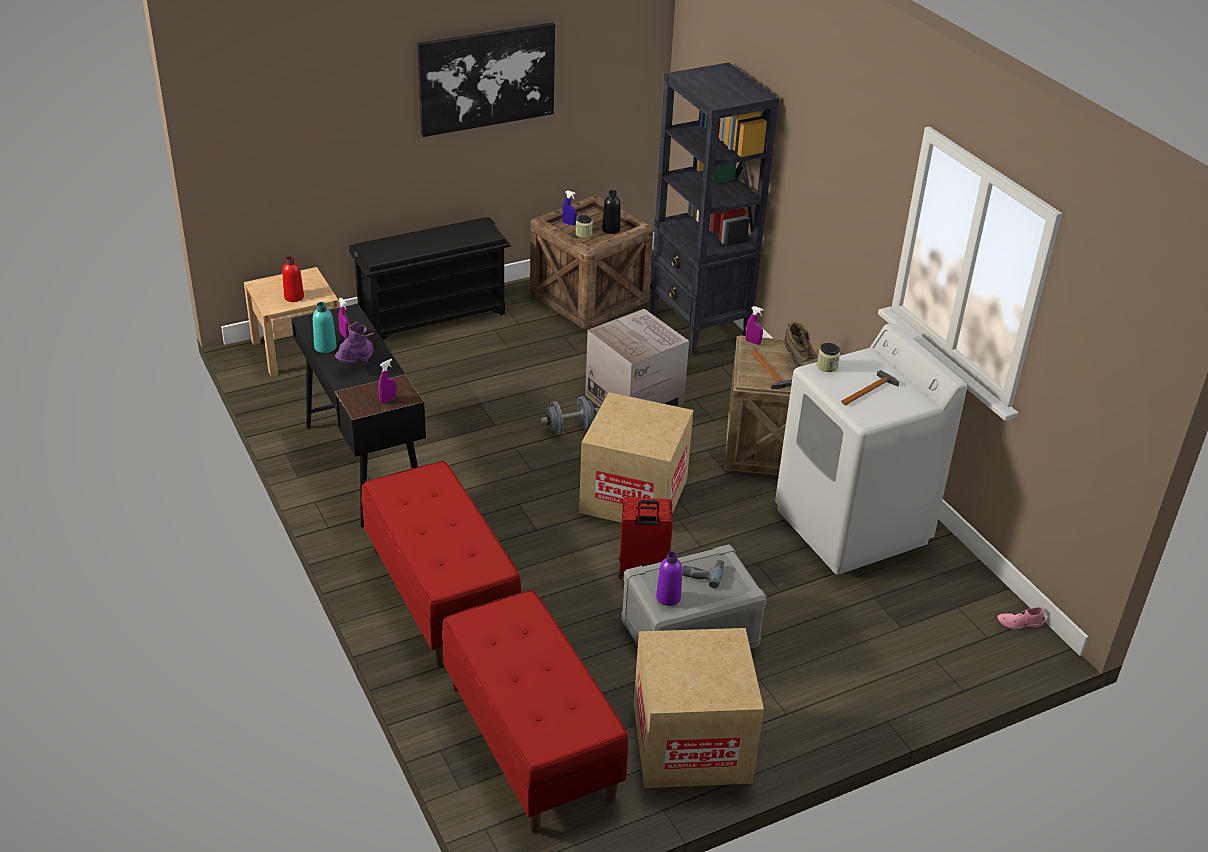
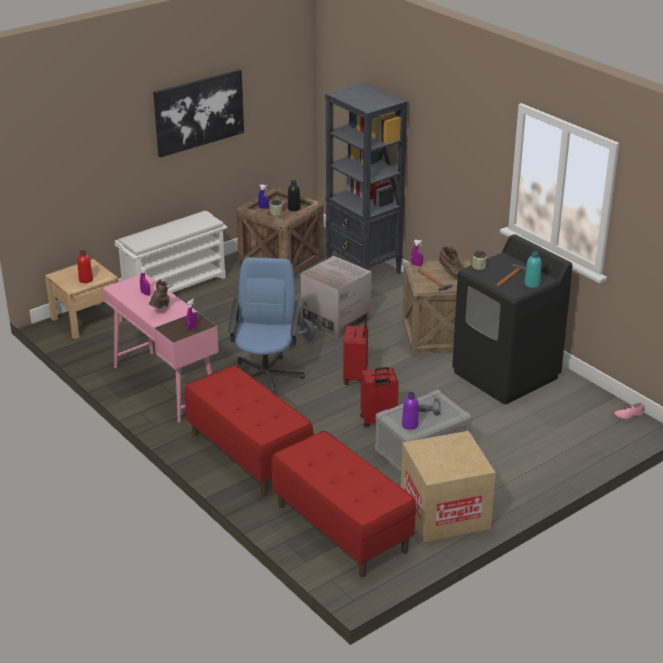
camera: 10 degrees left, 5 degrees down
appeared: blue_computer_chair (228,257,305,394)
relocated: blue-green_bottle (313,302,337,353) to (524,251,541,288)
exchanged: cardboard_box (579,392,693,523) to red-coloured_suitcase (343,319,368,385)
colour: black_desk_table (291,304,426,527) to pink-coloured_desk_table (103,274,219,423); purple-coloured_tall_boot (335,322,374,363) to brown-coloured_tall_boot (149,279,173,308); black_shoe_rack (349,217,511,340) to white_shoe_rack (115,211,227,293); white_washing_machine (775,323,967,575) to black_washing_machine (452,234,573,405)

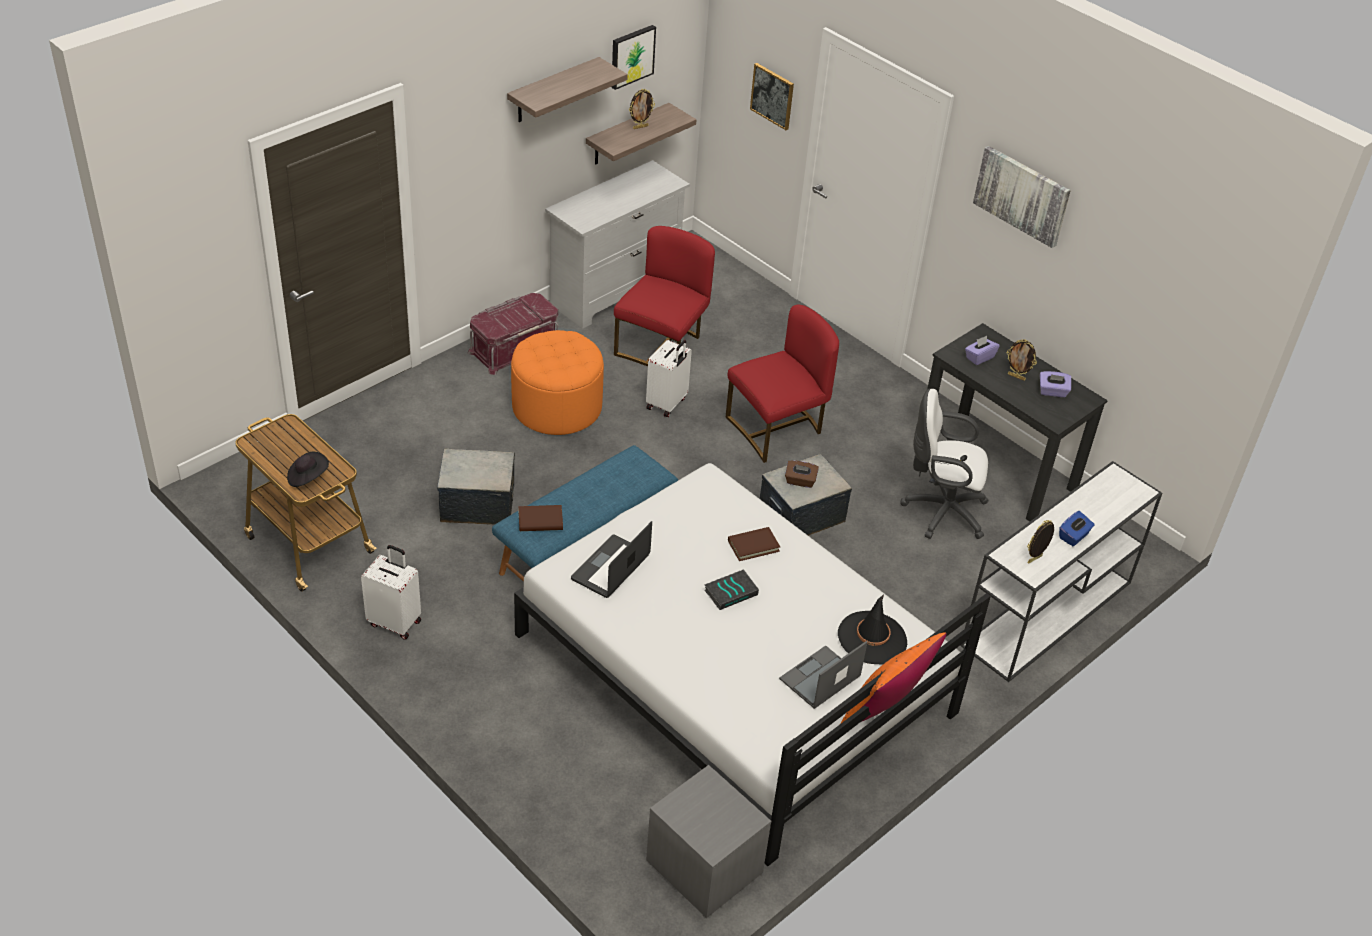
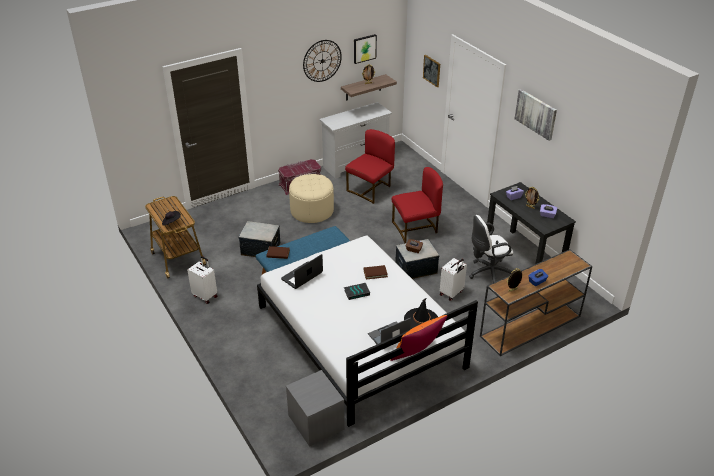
camera: 15 degrees right, 5 degrees down
relocated: white_suitcase (646,340,692,417) to (440,258,467,301)
exchanged: bracket_shelf (507,57,628,122) to hanging_clock (303,40,342,82)
colour: orange-coloured_footrest (511,330,604,435) to beige-coloured_footrest (289,174,334,223); white_console_table (960,461,1162,682) to brown-coloured_console_table (480,249,593,356)
spun: white_computer_chair (900,388,989,539) = (469,215,513,283) 45 degrees counterclockwise

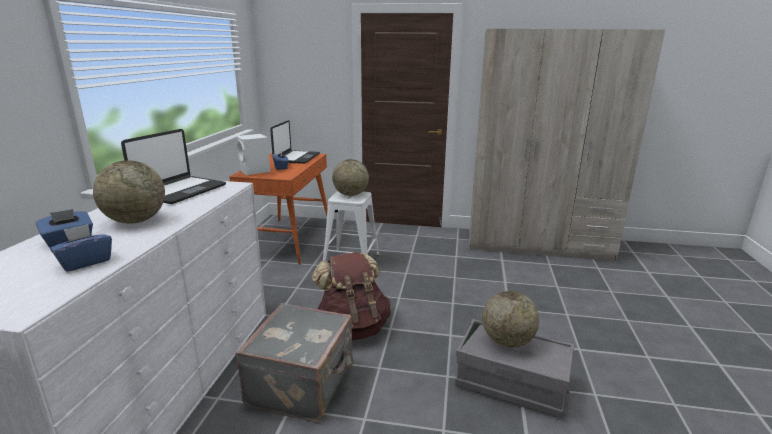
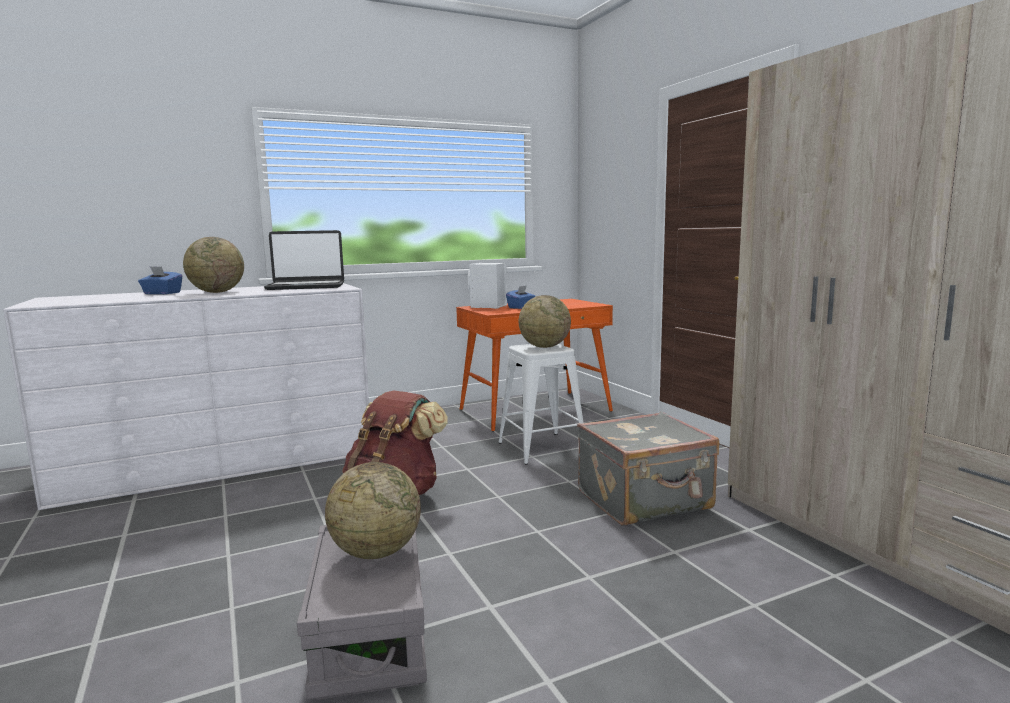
camera: 55 degrees right, 10 degrees down
missing: blue_tissue_box (50,224,112,272); portable_computer (270,120,320,164)
relocated: greyish_suitcase (235,303,354,422) to (577,412,719,525)

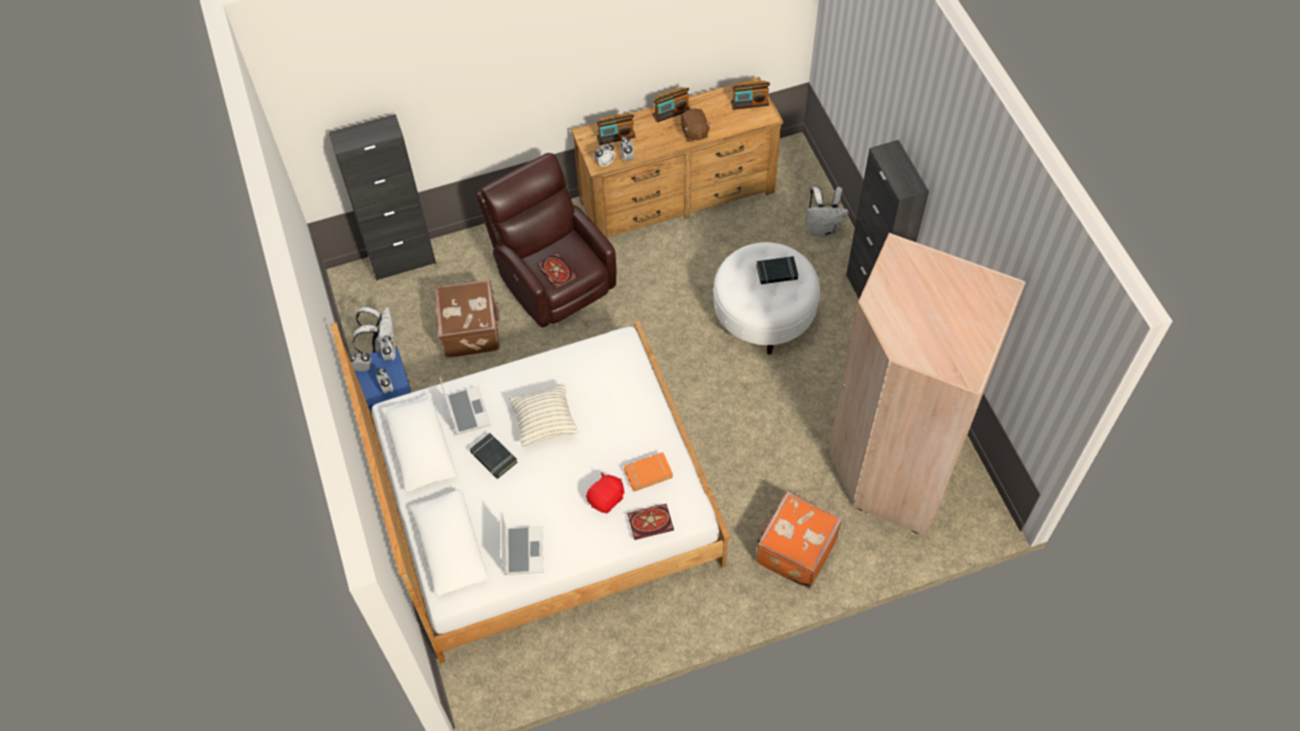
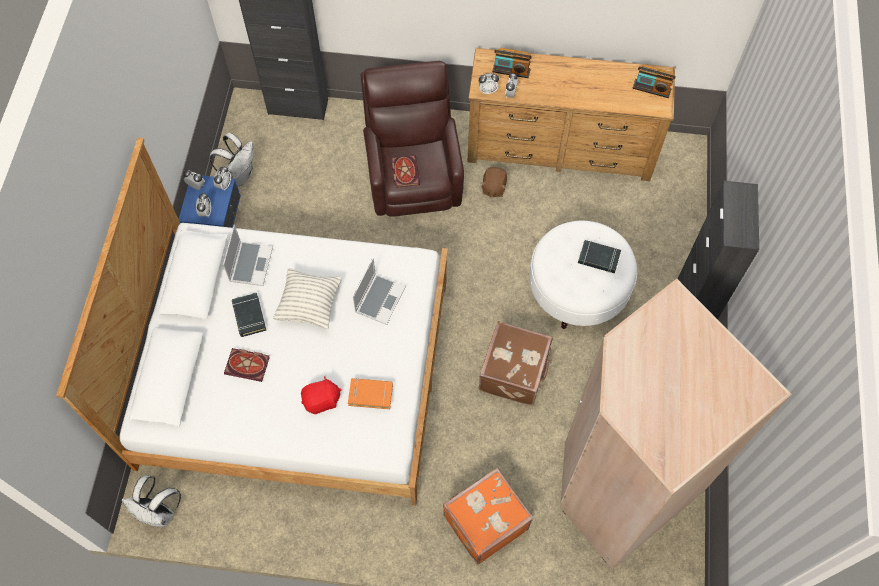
camera: 25 degrees right, 5 degrees up
missing: radio (652,87,690,122)
relocated: brown-coloured_suitcase (435,280,500,358) to (479,321,553,405); portable_computer (501,512,543,575) to (353,258,406,325); volume (628,504,674,540) to (224,348,270,382); brown-coloured_cuddly_toy (680,109,711,142) to (481,167,507,198); white_knapsack (806,187,849,236) to (122,475,181,528)

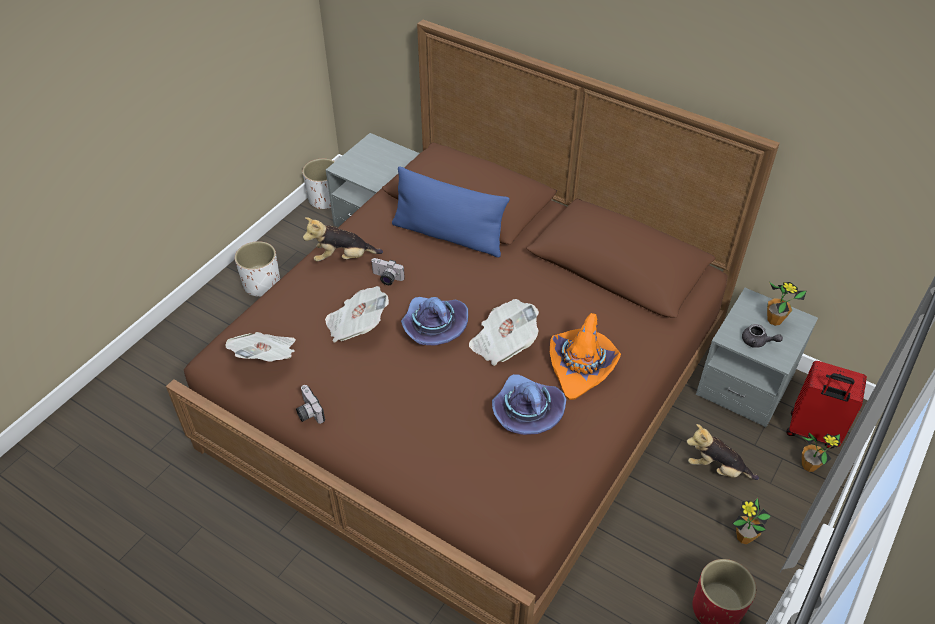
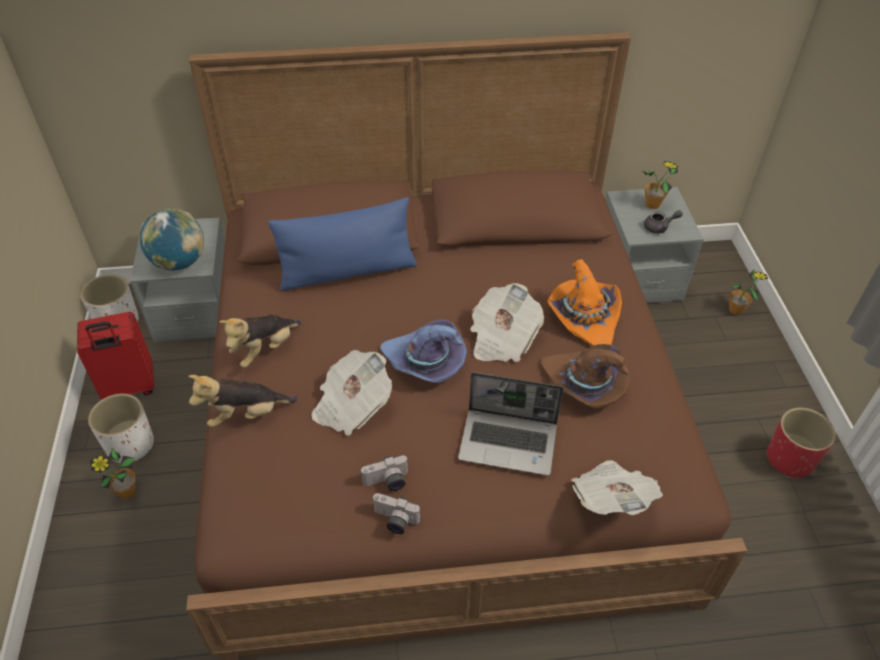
camera: 40 degrees left, 0 degrees up
appeared: globe (140,209,204,270); portable_computer (458,372,564,476)
relocated: newspaper (225,332,296,362) to (571,460,663,515); photo_camera (371,258,405,285) to (361,455,408,491); cuddly_toy (686,424,759,480) to (188,375,298,427); plant_in_a_pot (733,498,771,544) to (90,449,136,499); red-coloured_suitcase (786,361,867,448) to (77,312,154,400)
colour: purple-coloured_hat (492,374,567,435) to brown-coloured_hat (541,344,630,409)

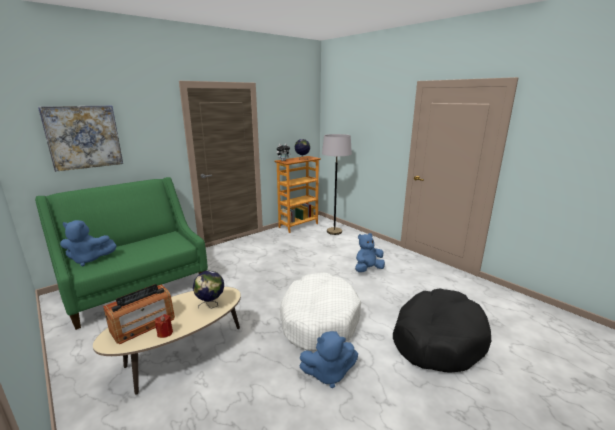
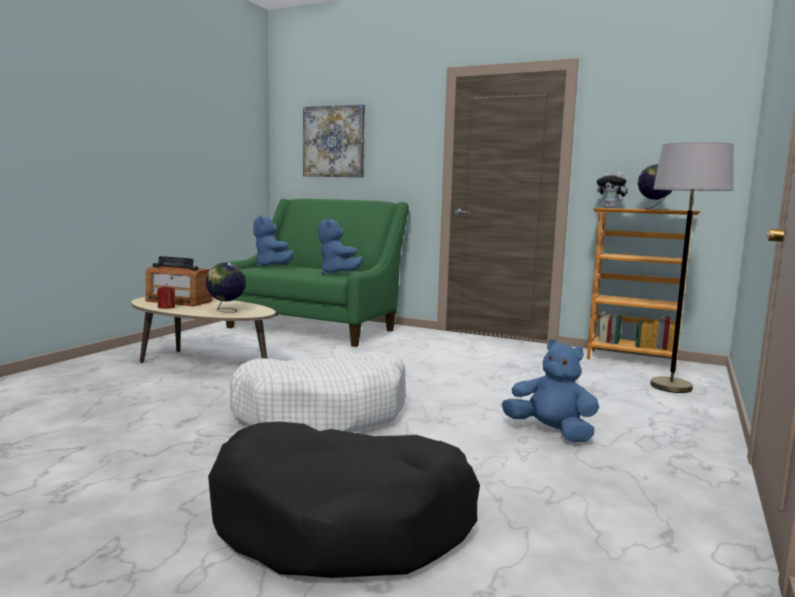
camera: 65 degrees right, 10 degrees down
relocated: blue_cuddly_toy (299,331,358,388) to (318,219,363,275)

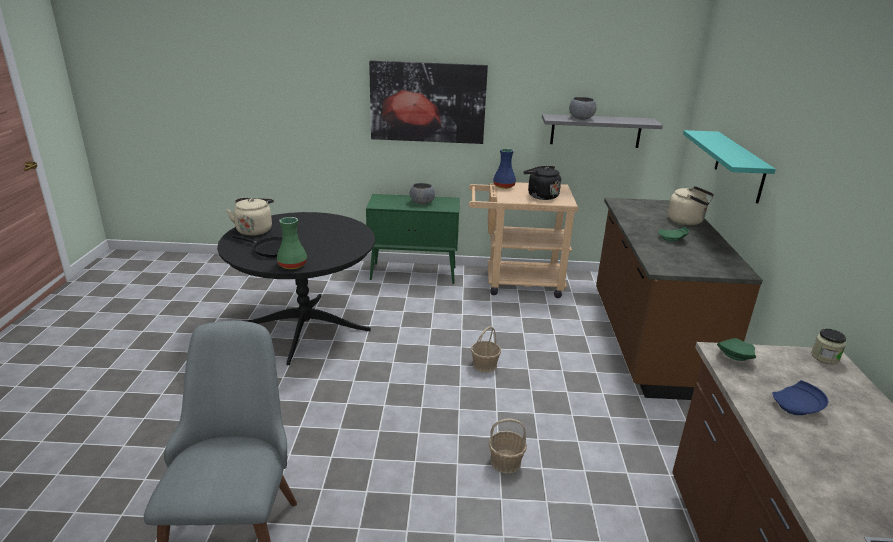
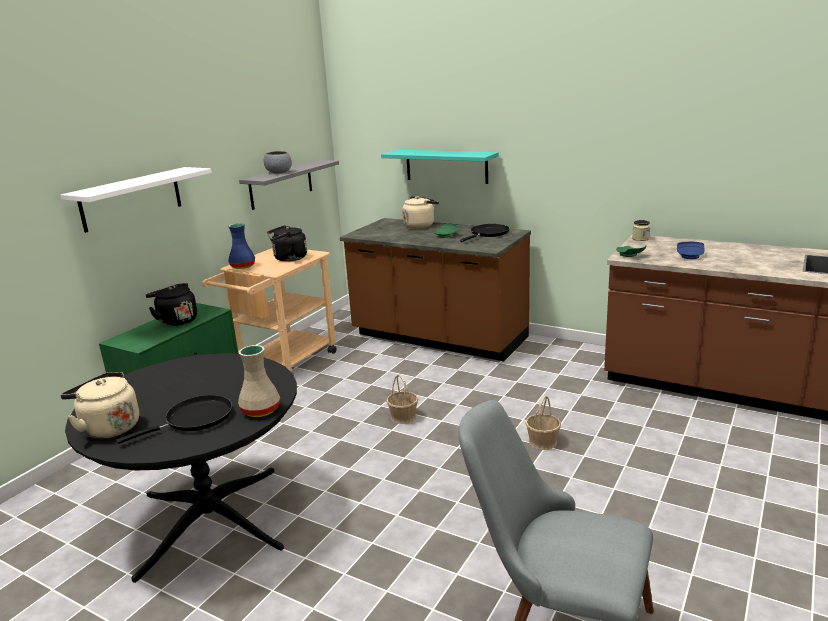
camera: 60 degrees left, 5 degrees down
appeared: black_frying_pan (460,224,510,242)
exchanged: wall_art (369,60,488,144) to white_bracket_shelf (60,167,212,233); greyish_deep_dish (410,183,435,204) to black_kettle (146,283,197,327)
colour: green_decorative_vase (277,217,307,269) to beige-coloured_decorative_vase (238,345,280,417)

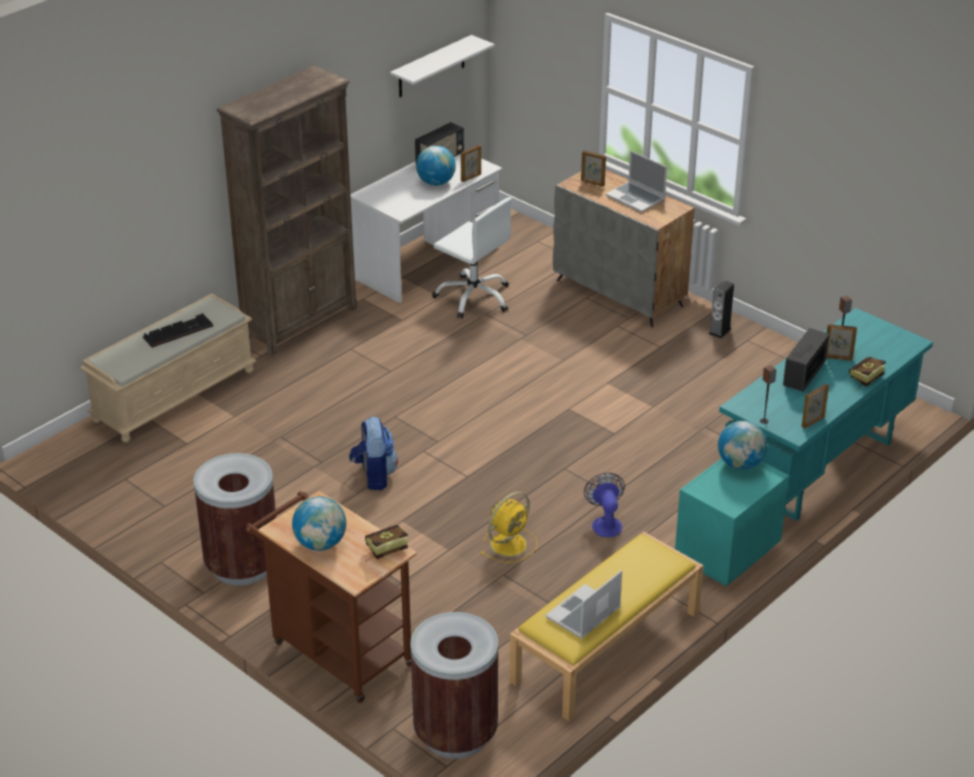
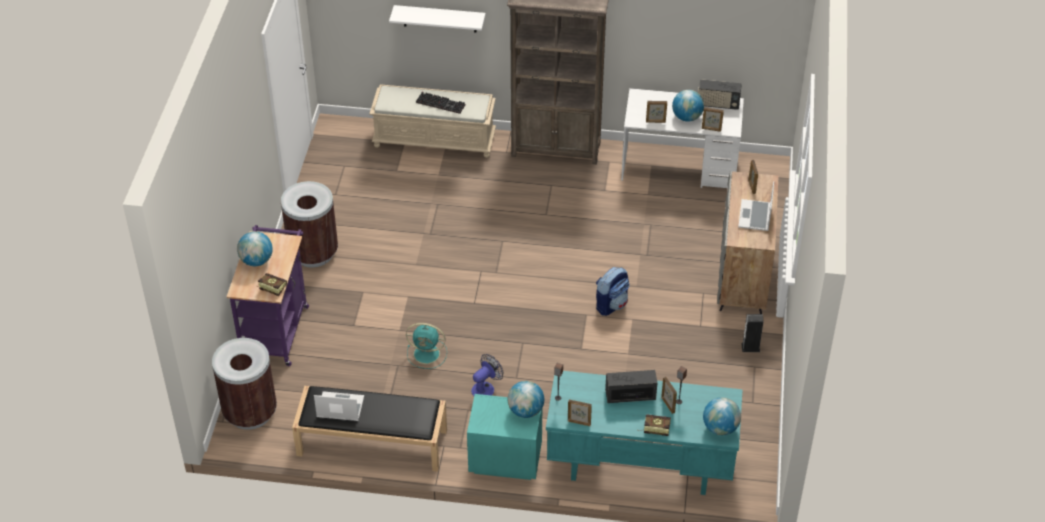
camera: 55 degrees right, 10 degrees up
missing: white_computer_chair (432,197,512,319)
appeared: standing_frame (646,101,667,123); globe (703,397,741,435)
relocated: knapsack (349,417,398,490) to (596,267,630,316); white_bracket_shelf (390,35,494,97) to (389,5,485,33)
colour: brown-coloured_wheeled_cart (245,491,417,703) to purple-coloured_wheeled_cart (226,225,309,366); yellow_fan (480,492,537,563) to blue-green_fan (406,323,447,369); yellow_bench (509,532,703,721) to black_bench (292,386,447,472)

